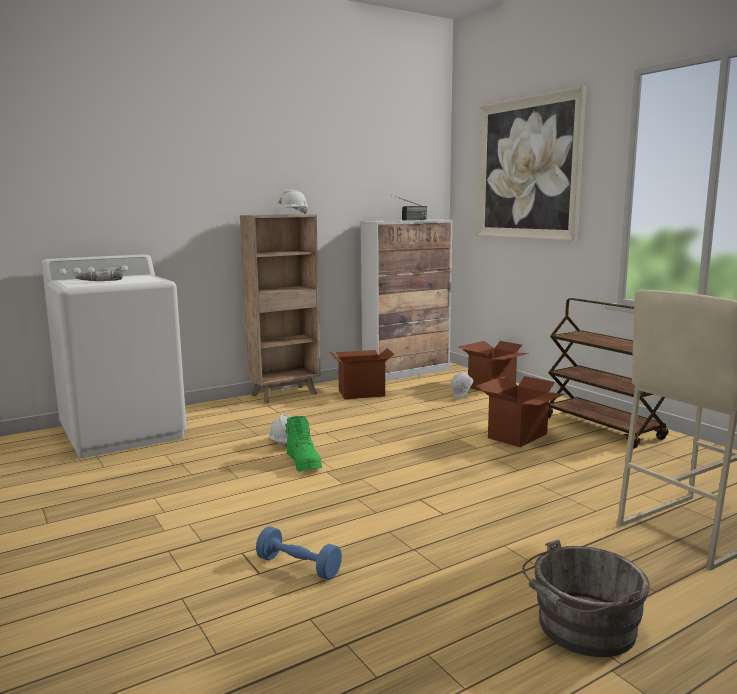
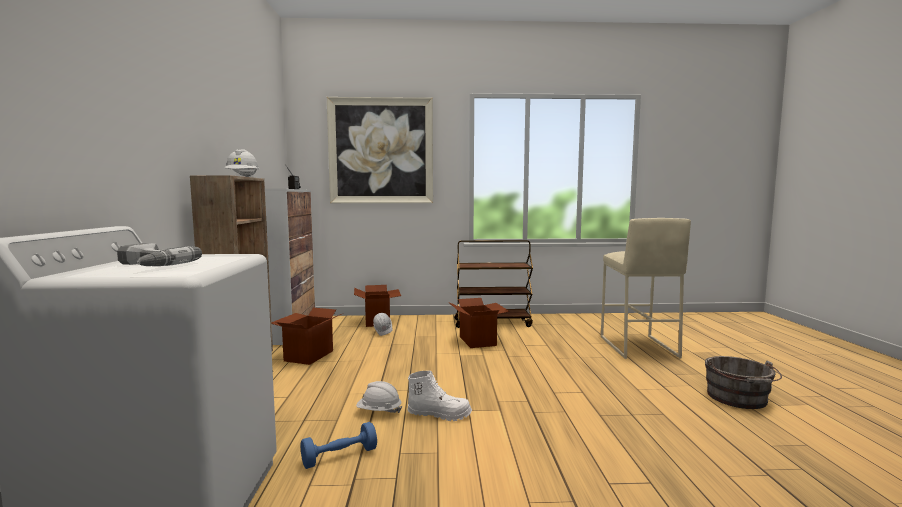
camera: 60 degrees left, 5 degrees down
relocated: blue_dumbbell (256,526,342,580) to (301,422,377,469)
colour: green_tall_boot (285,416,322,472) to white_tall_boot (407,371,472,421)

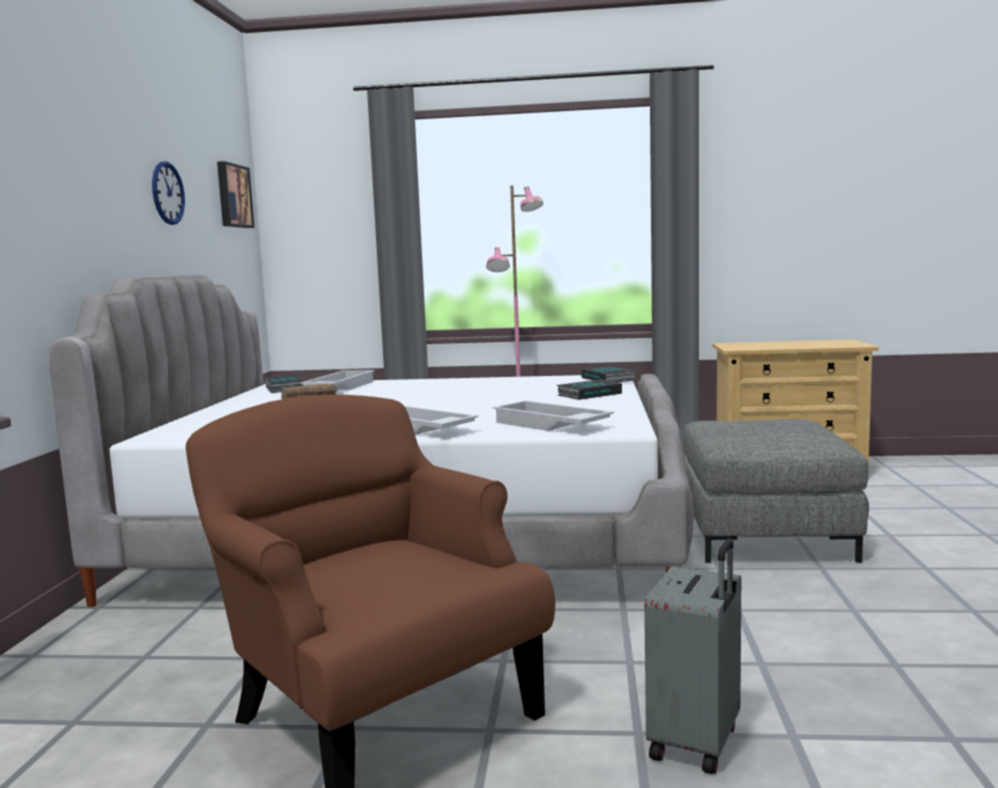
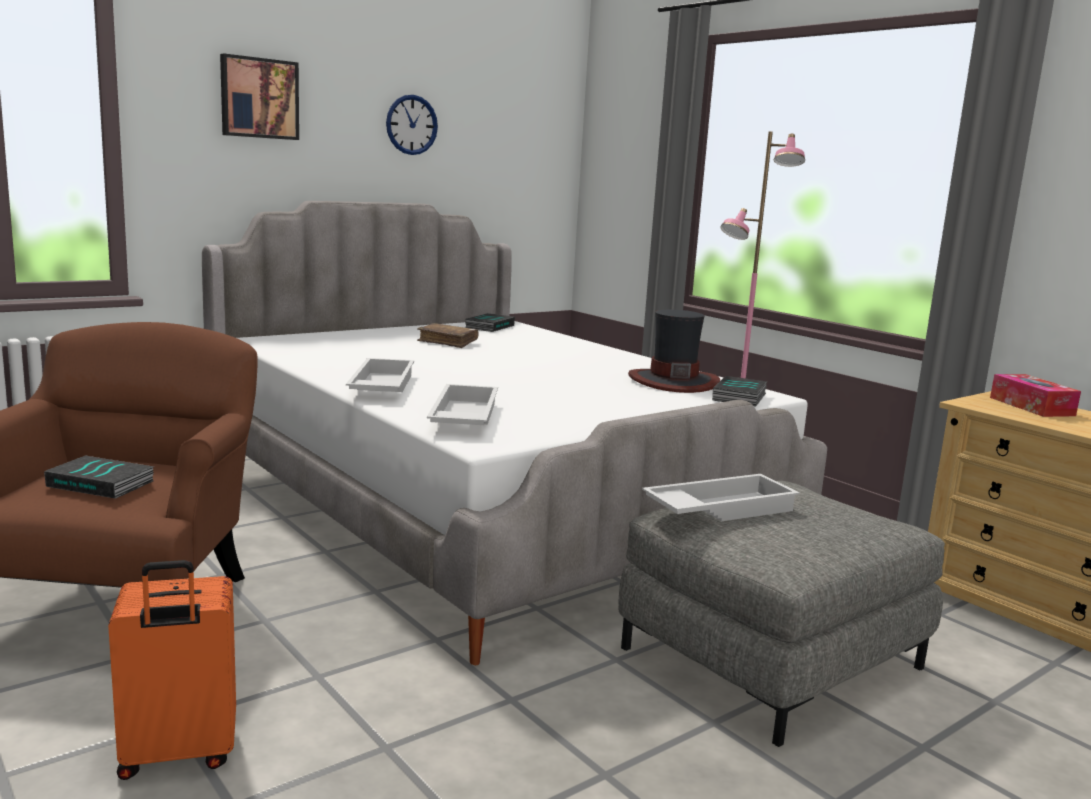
camera: 45 degrees right, 5 degrees up
appeared: hat (628,310,720,393); tissue_box (990,374,1081,417)
relocated: wall_art (217,161,255,228) to (220,53,299,140); white_tray (301,370,375,390) to (642,474,800,521); volume (557,379,622,400) to (44,456,154,499)
colour: greyish_suitcase (644,538,741,774) to orange-coloured_suitcase (108,560,236,780)

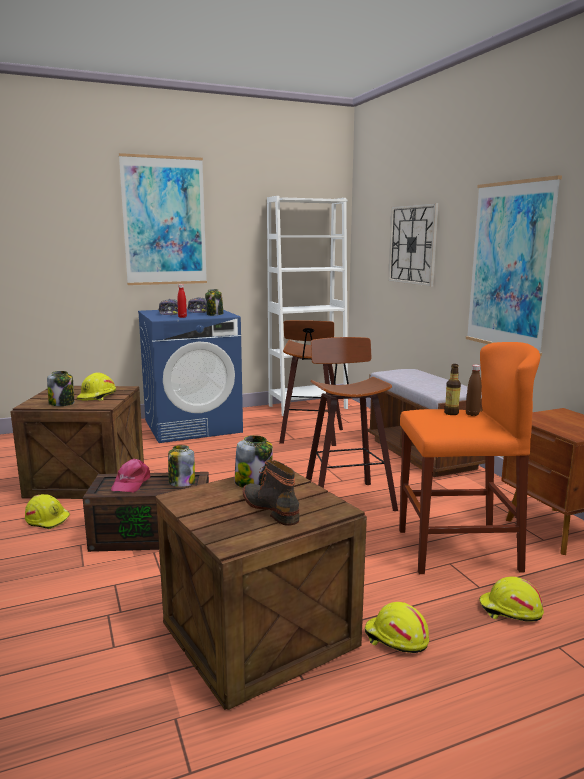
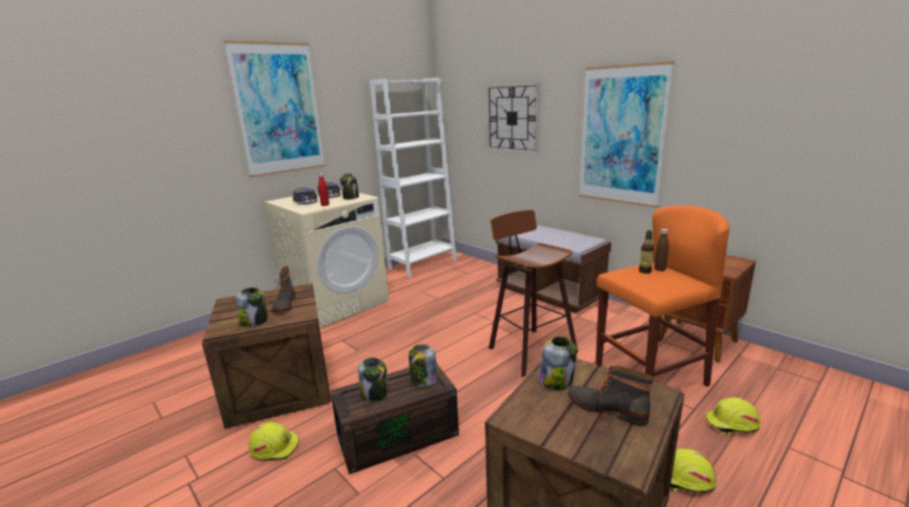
camera: 20 degrees left, 5 degrees up
missing: stool (279,320,343,446)
exchanged: yellow_work_helmet (76,372,116,401) to tall_boot (272,266,295,312); pink-coloured_peaked_cap (111,459,150,492) to jar (358,357,388,401)
colour: blue_washing_machine (138,309,243,443) to beige-coloured_washing_machine (265,189,389,329)

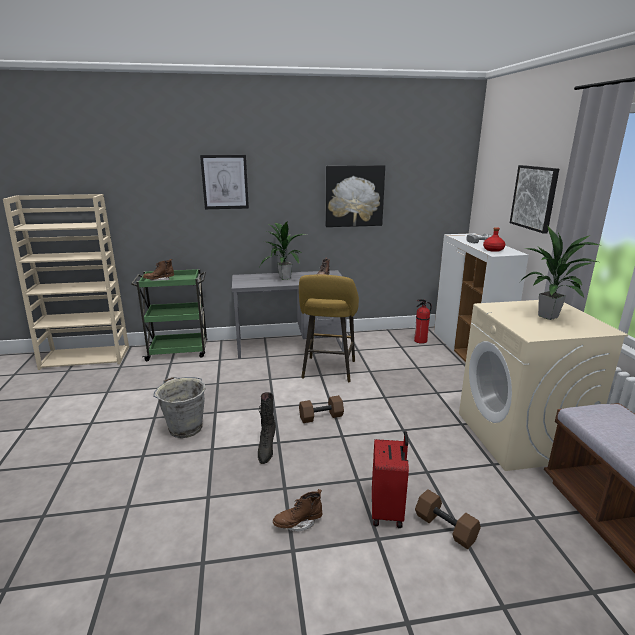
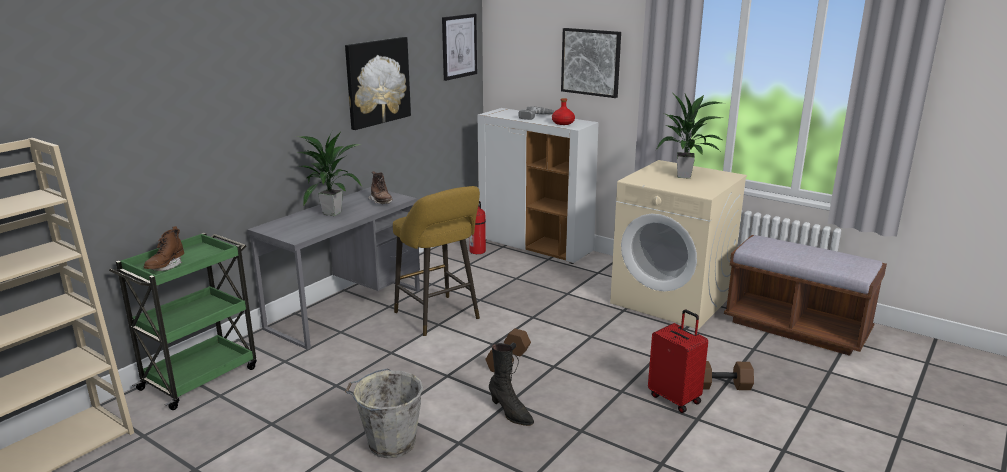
camera: 45 degrees left, 0 degrees up
missing: brown-coloured_tall_boot (273,489,322,532)
relocated: wall_art (200,155,249,209) to (442,14,477,81)

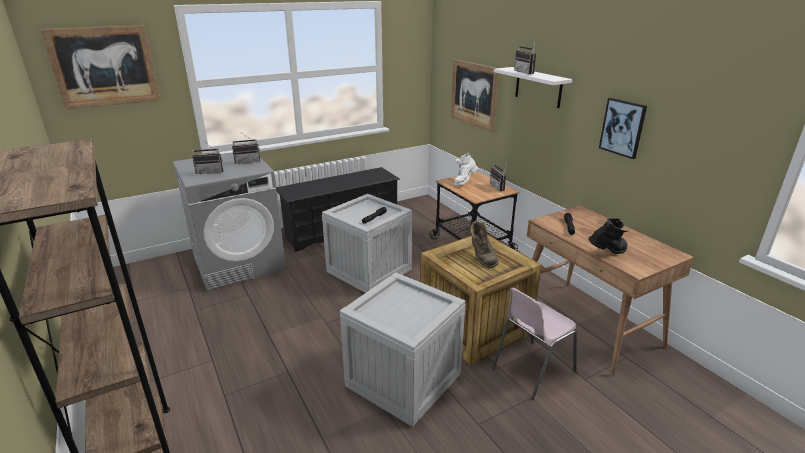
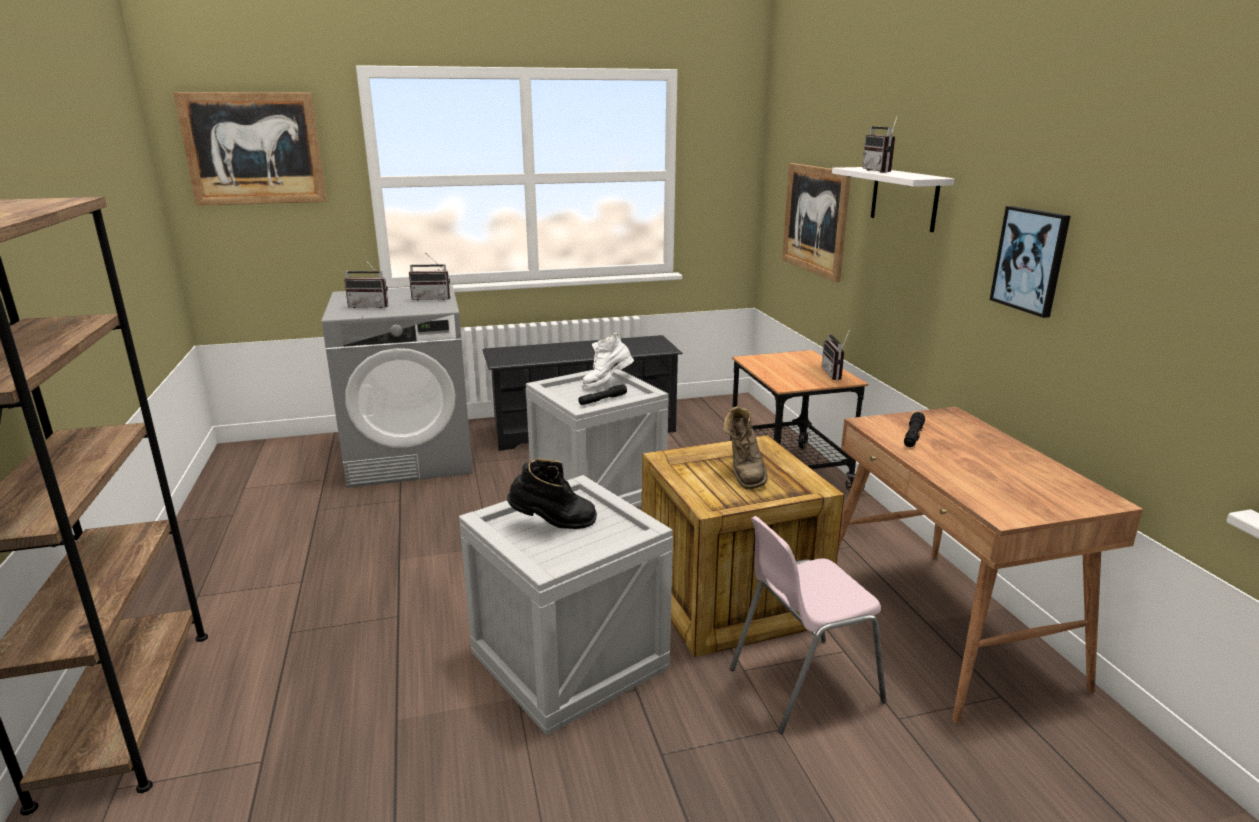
camera: 15 degrees right, 5 degrees down
relocated: white_tall_boot (454,153,478,185) to (582,333,634,388); black_tall_boot (588,218,627,254) to (507,458,597,529)

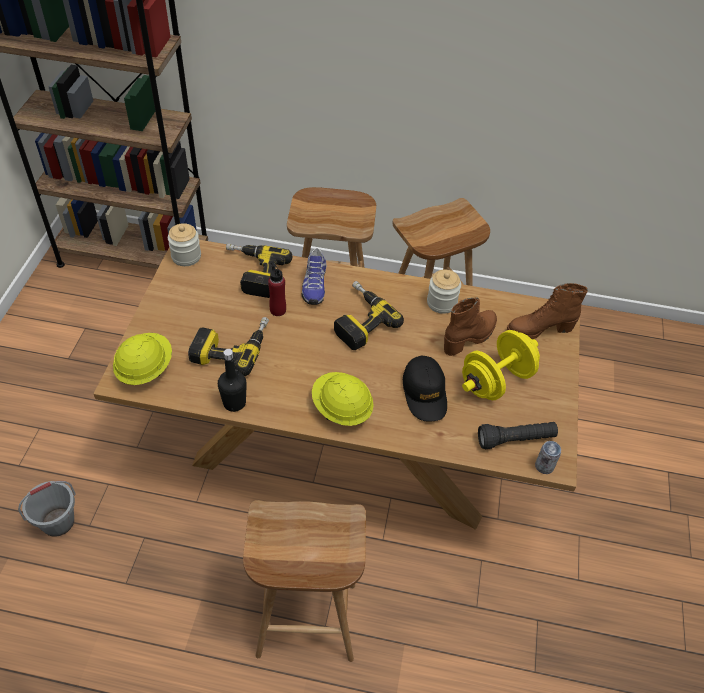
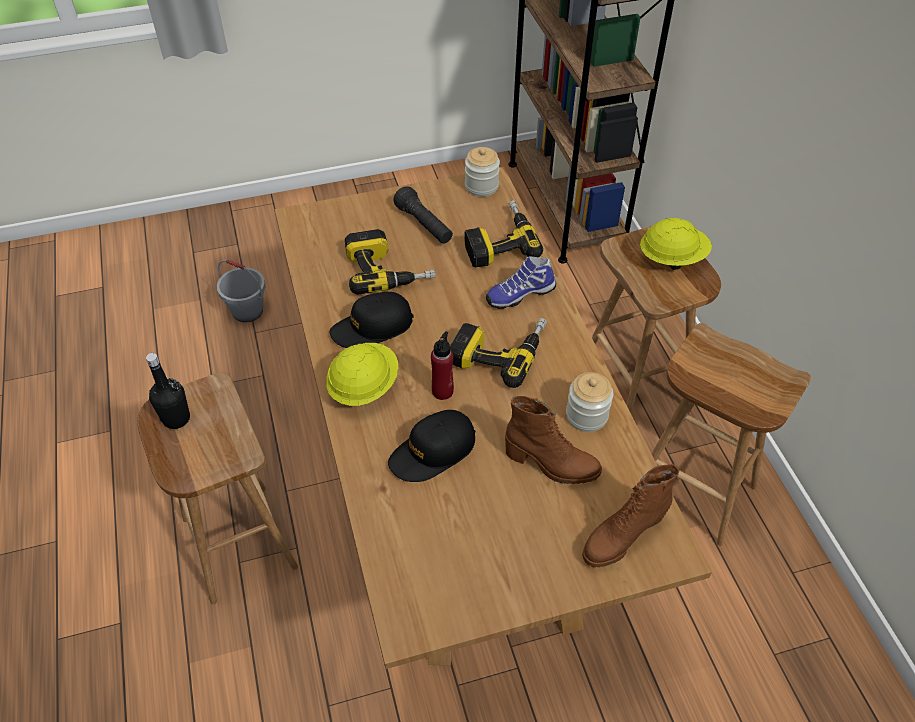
camera: 65 degrees right, 0 degrees up
missing: yellow_dumbbell (462,330,540,400); metal_can (535,441,561,474)
appeared: black_peaked_cap (330,292,413,348)
relocated: yellow_work_helmet (113,333,172,385) to (640,218,712,270); black_bottle (218,349,247,412) to (146,353,190,429); red-coloured_bottle (268,262,286,316) to (431,331,454,400); black_torch (478,422,558,449) to (394,186,453,244)
spun: brown-coloured_tall_boot (507,283,588,339) = (582,464,679,568) 90 degrees counterclockwise

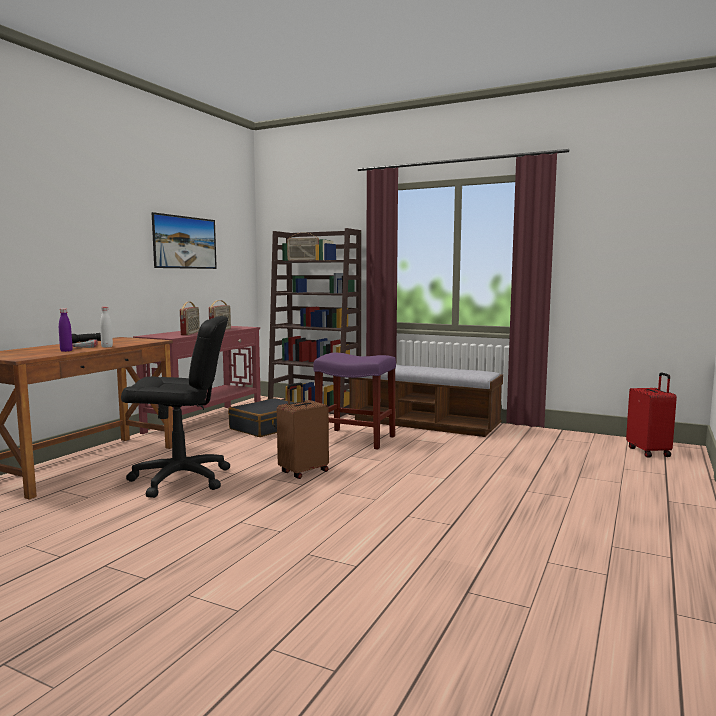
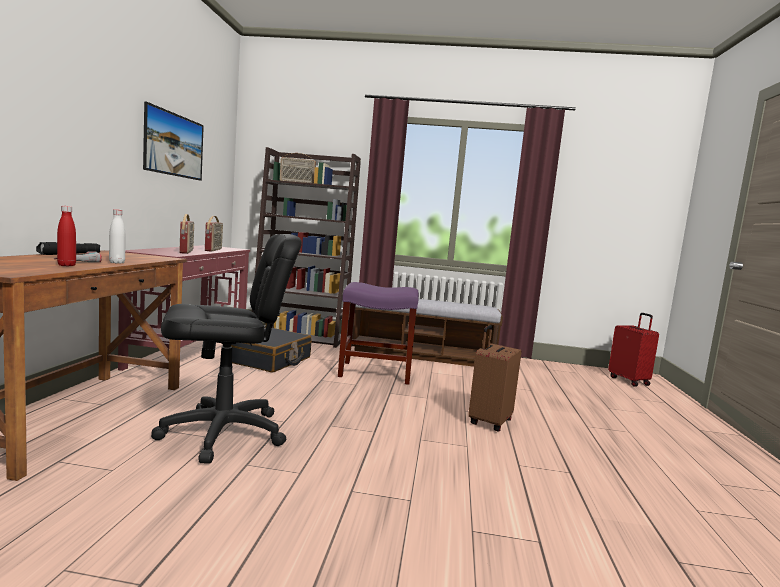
camera: 20 degrees left, 0 degrees up
relocated: brown-coloured_suitcase (277,383,329,479) to (468,325,521,432)
colour: purple-coloured_bottle (59,309,73,352) to red-coloured_bottle (57,206,76,266)

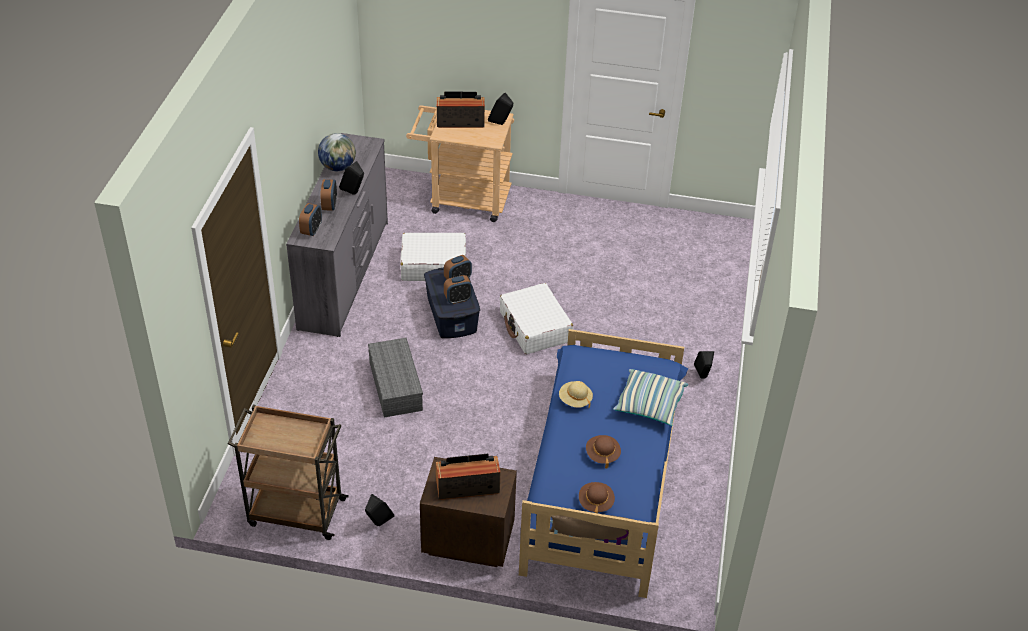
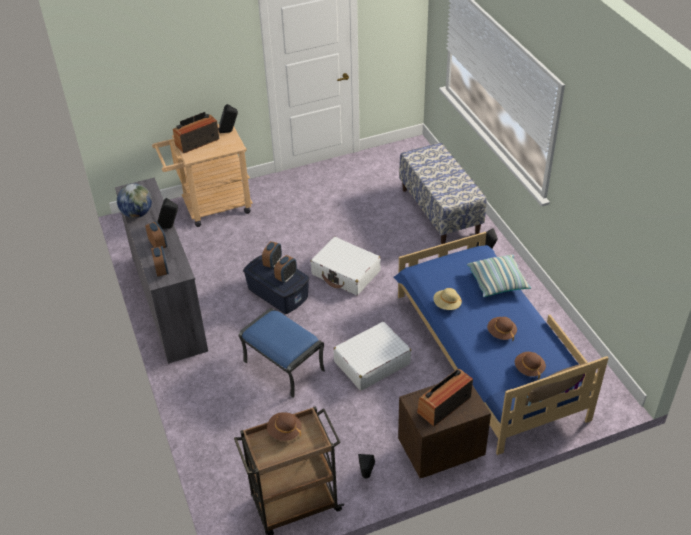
camera: 30 degrees left, 0 degrees up
appeared: brown-coloured_hat (267,412,301,441); bench (399,143,487,244)
relocated: white_suitcase (400,233,466,281) to (334,322,411,391)
exchanged: greyish_storage_box (368,338,423,417) to blue_footrest (239,308,325,398)

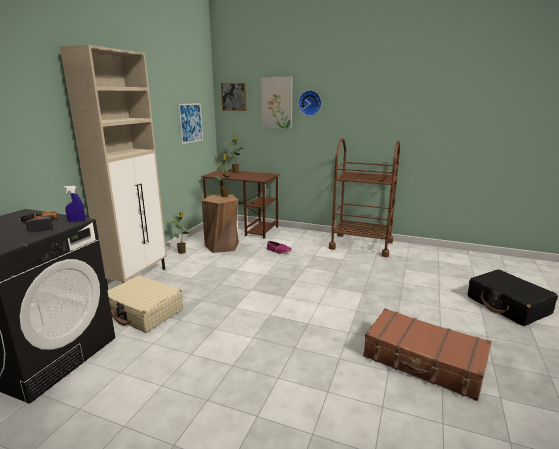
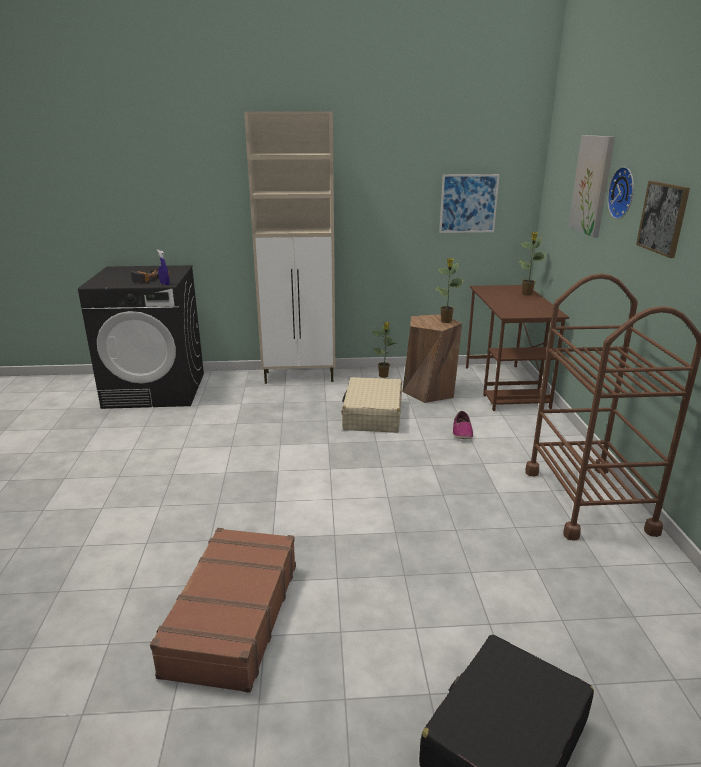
camera: 65 degrees right, 5 degrees up
relocated: beige-coloured_suitcase (108,275,183,333) to (341,377,402,433); wall_art (221,82,246,111) to (636,181,690,258)

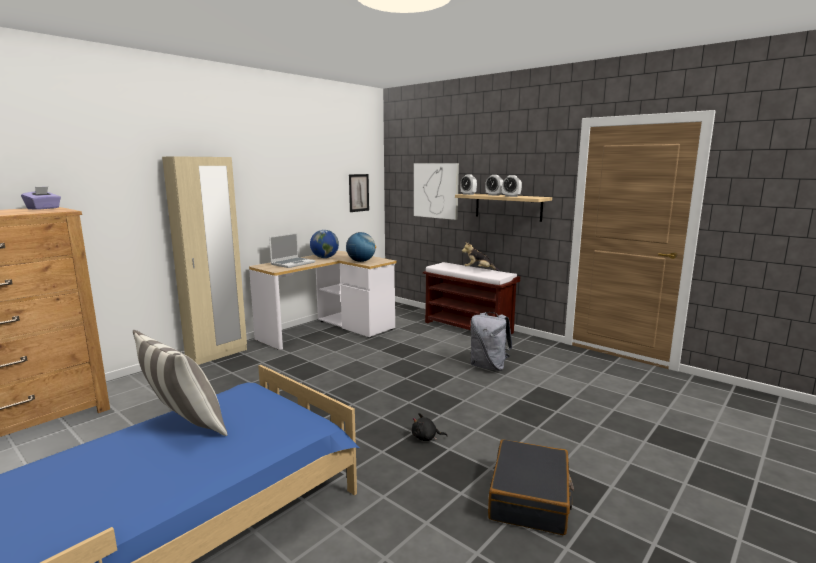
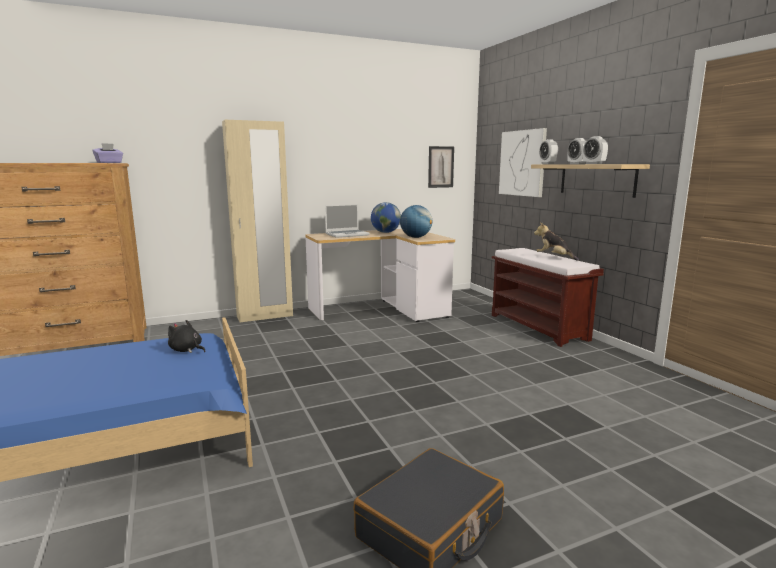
camera: 25 degrees right, 0 degrees up
missing: pillow (133,330,227,436); greyish_knapsack (471,312,513,371)
relocated: black_cuddly_toy (412,413,447,441) to (168,320,206,353)

